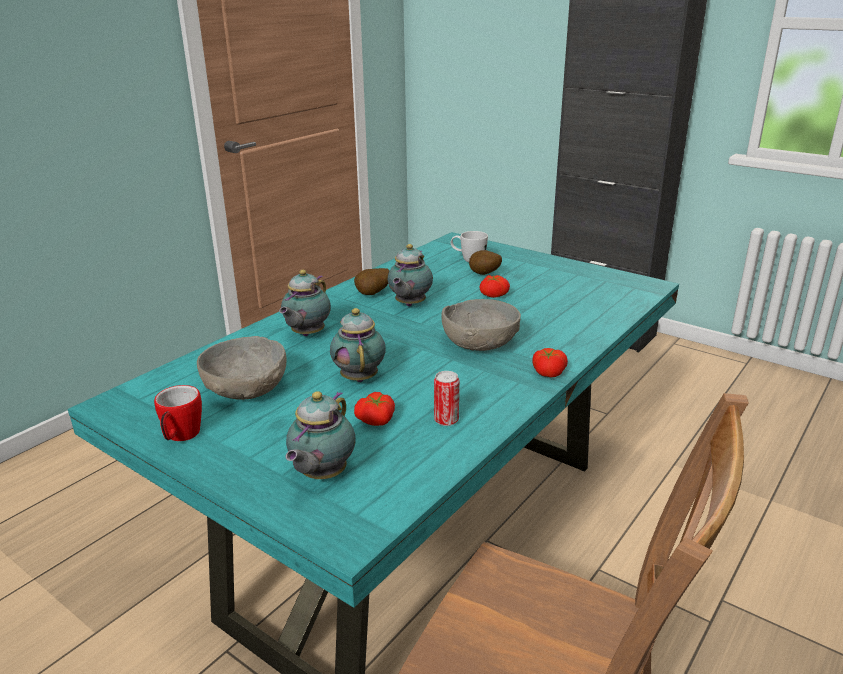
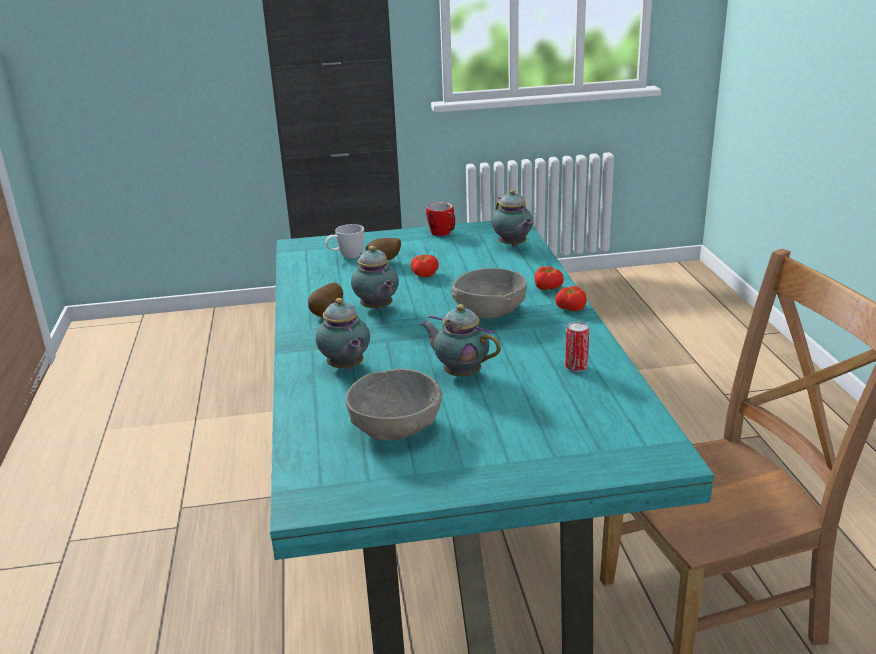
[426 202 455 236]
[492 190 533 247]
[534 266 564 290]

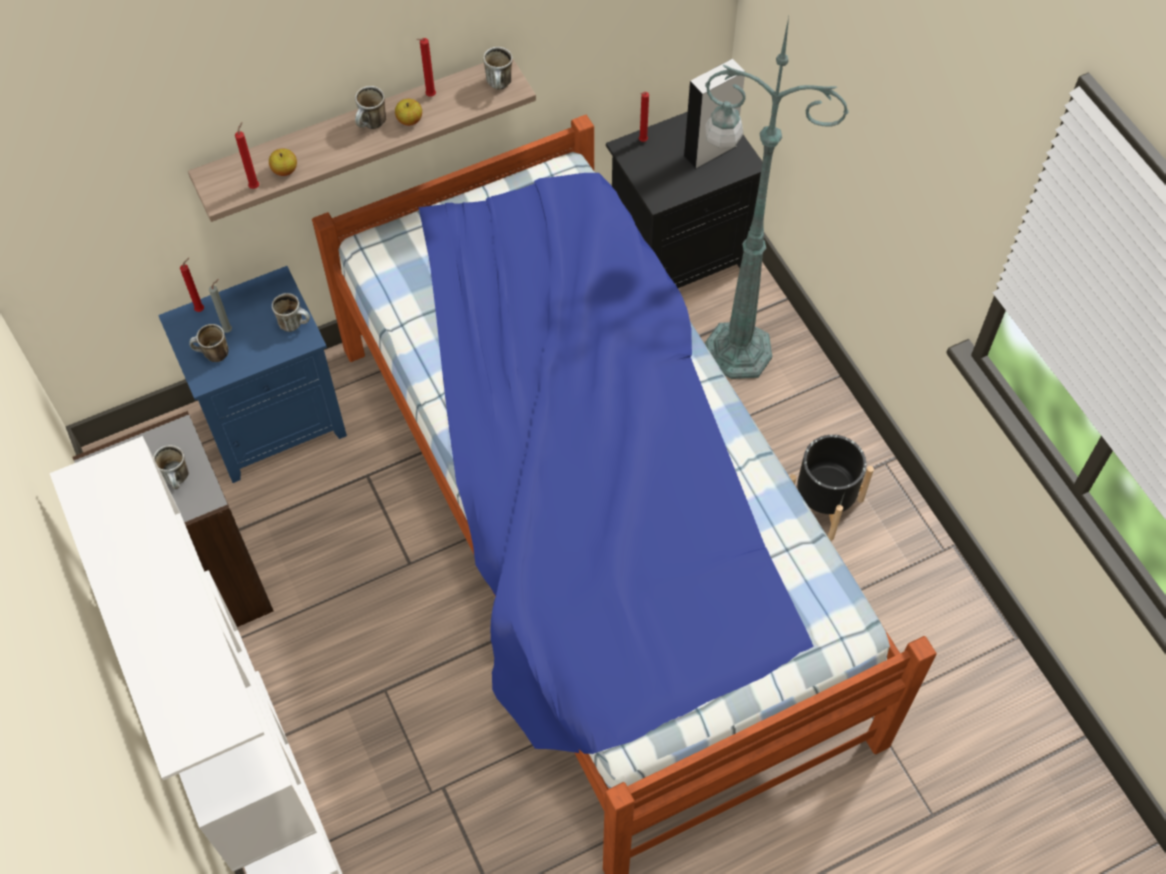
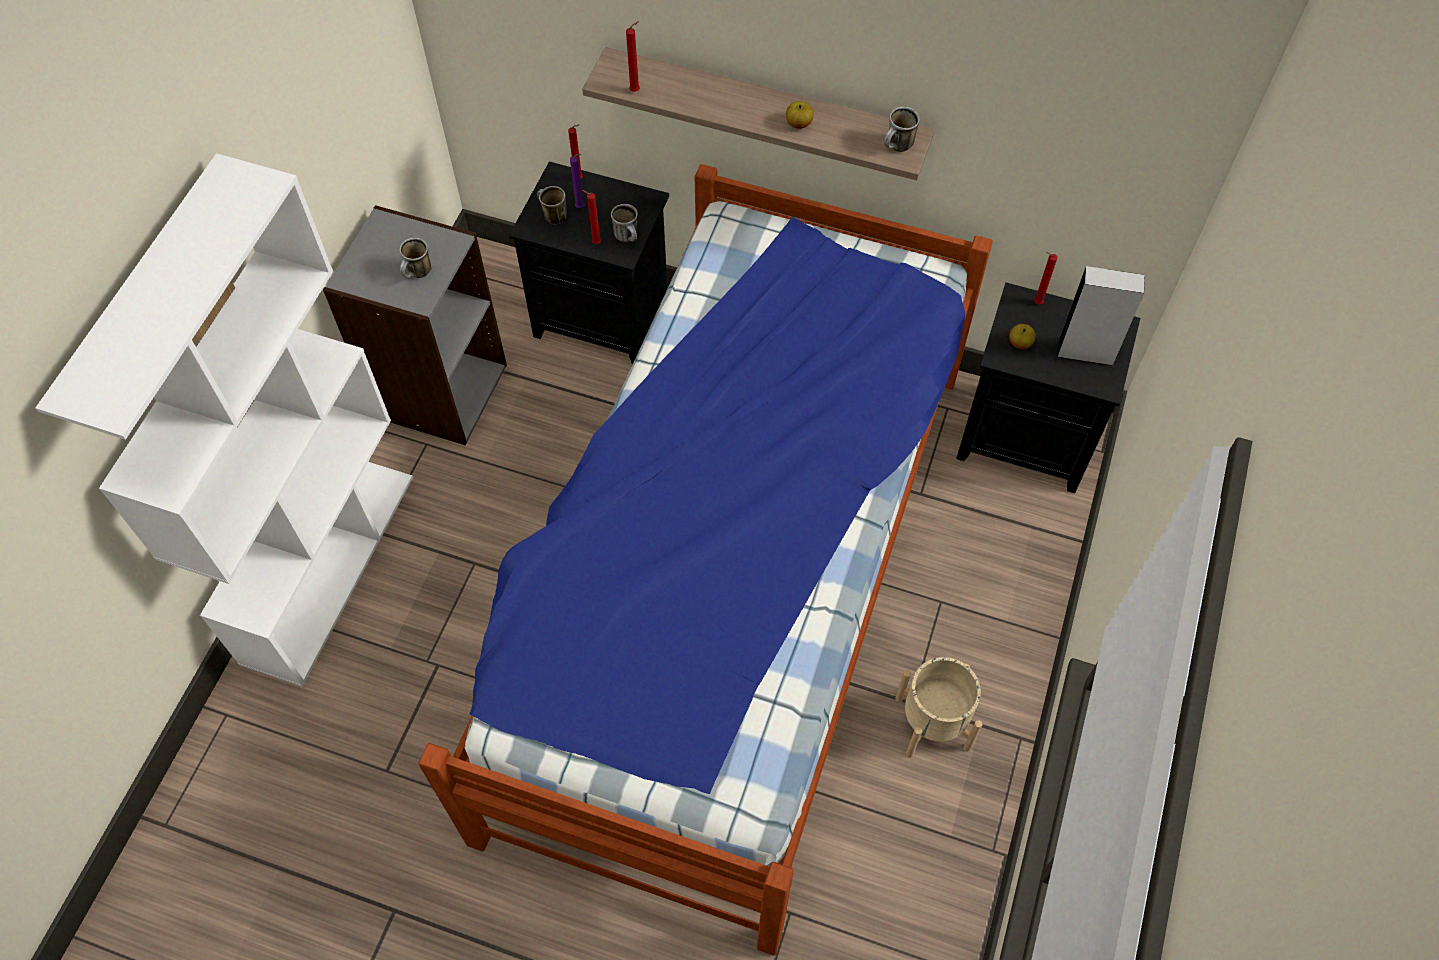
[509 161 669 365]
[570 154 584 208]
[582 190 601 244]
[895 657 982 758]
[1009 324 1036 349]
[355 86 386 129] (first image)
[705 17 849 379] (first image)

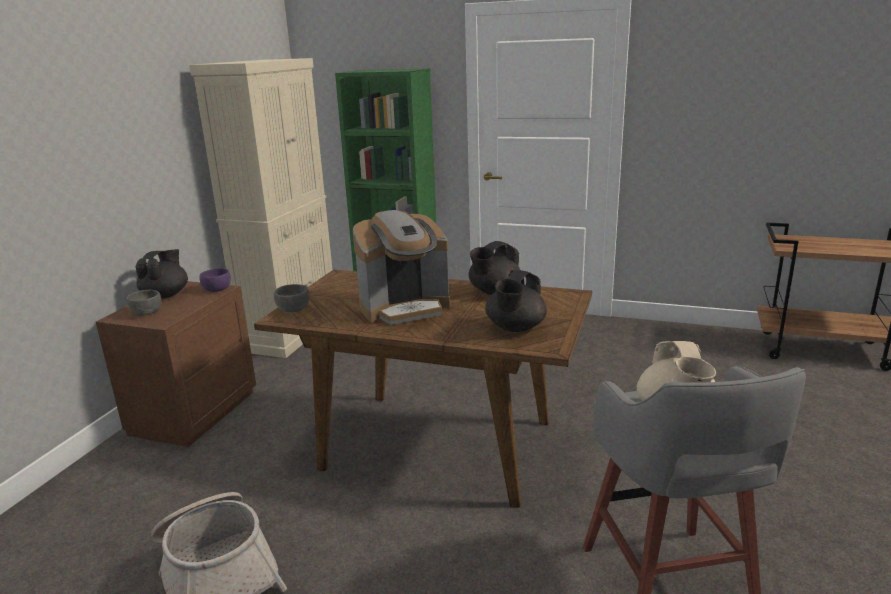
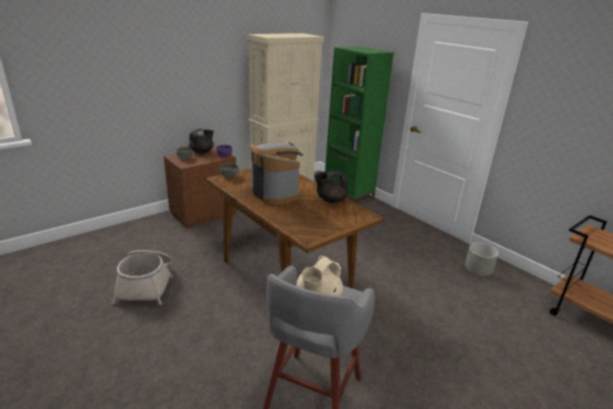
[251 142 303 205]
[465 243 498 276]
[485 270 547 332] (first image)

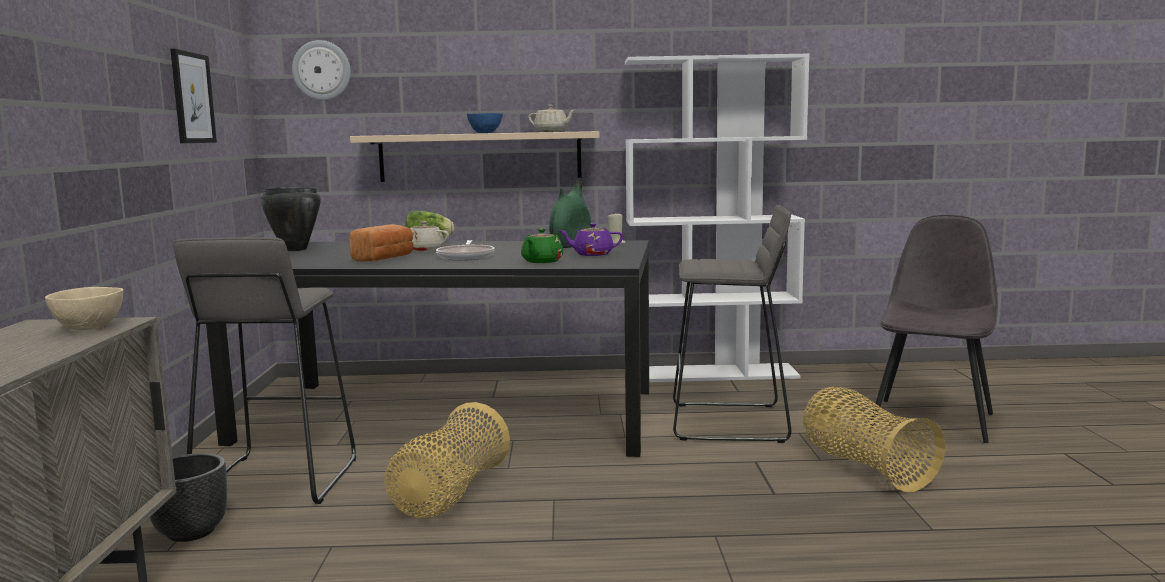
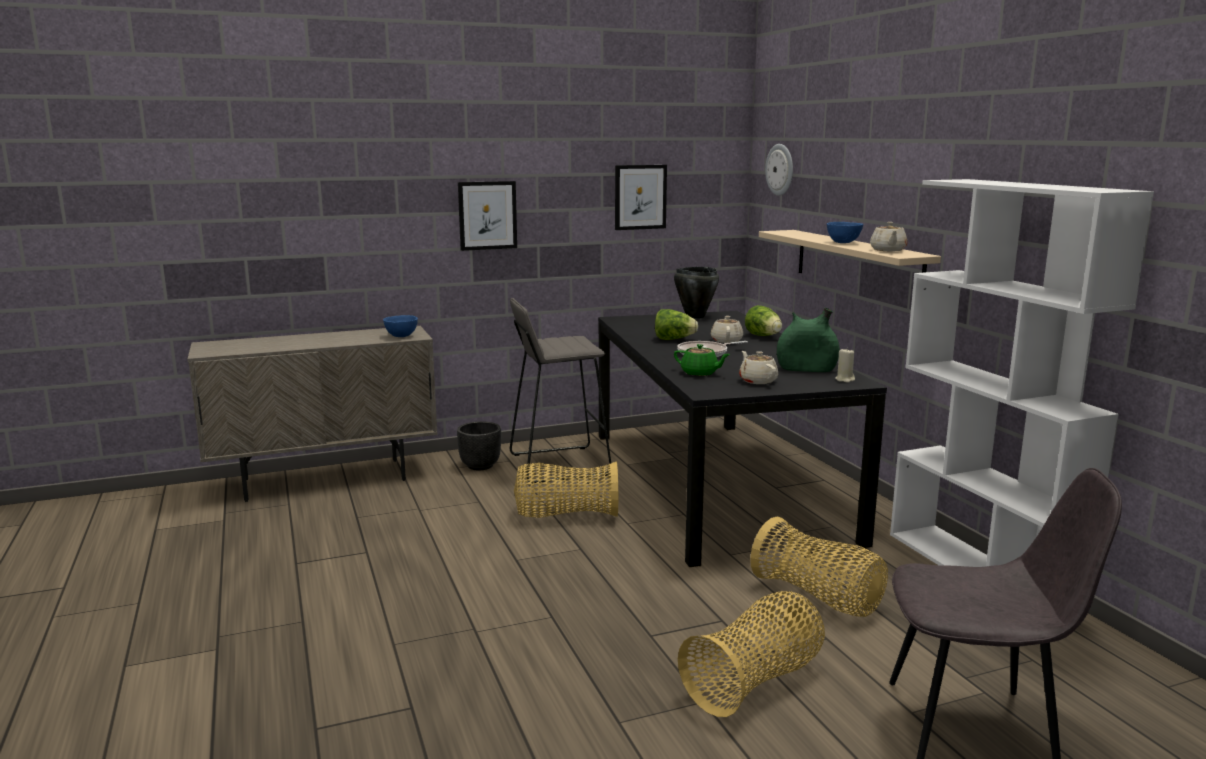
[383 315 418 337]
[458 181 517 251]
[655 309 698 340]
[674 344 730 376]
[739 351 778 384]
[750 516 888 617]

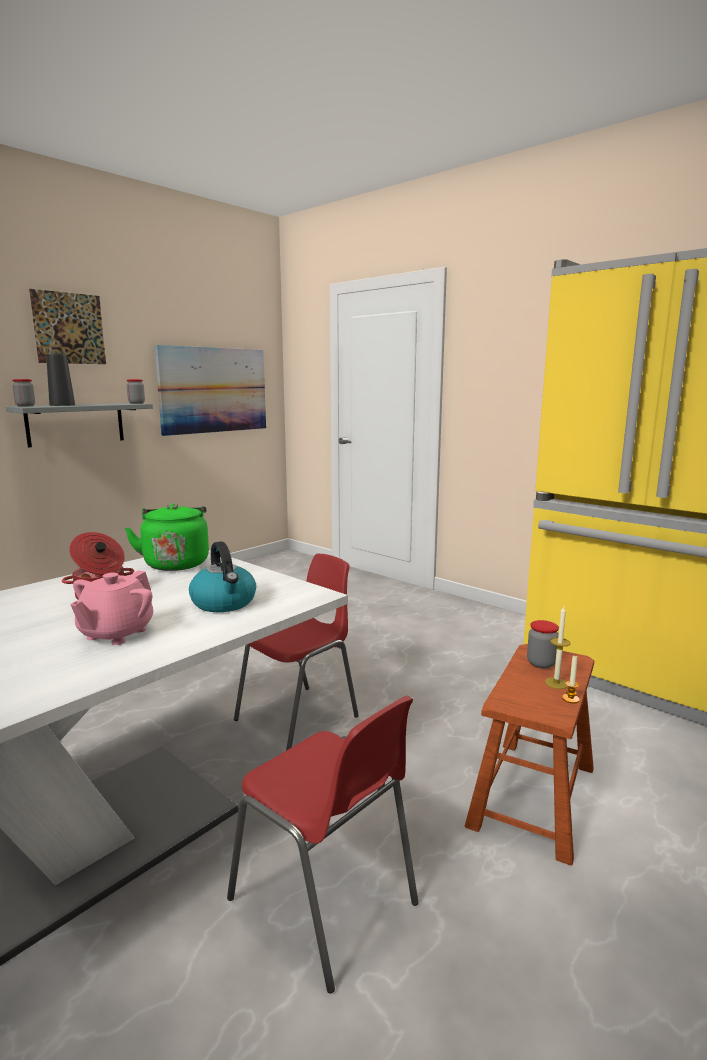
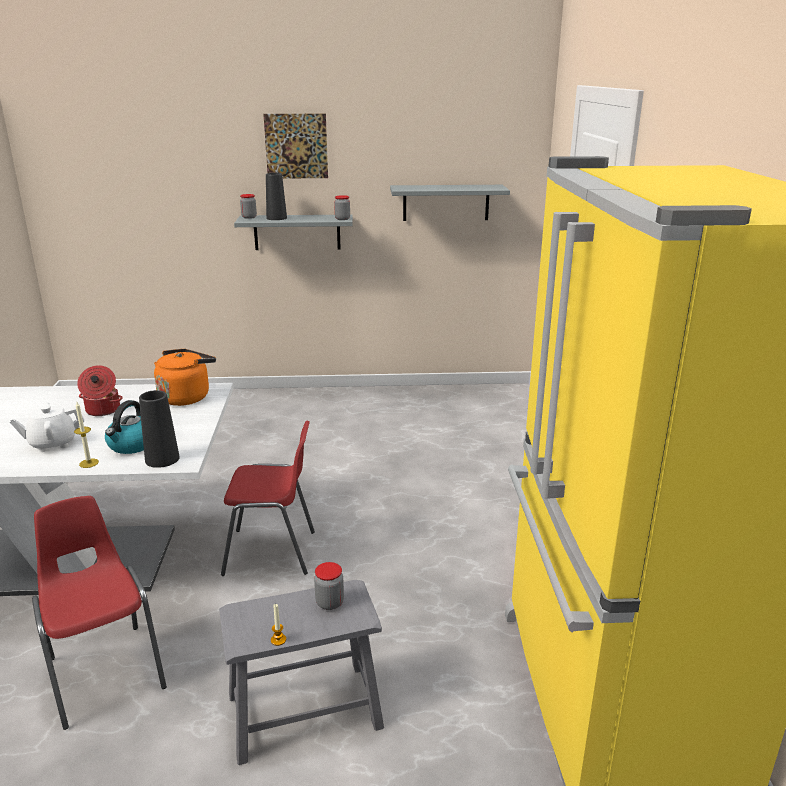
[9 402 84 452]
[32 496 167 730]
[74 402 99 468]
[139 390 180 468]
[154 349 216 406]
[219 580 384 765]
[390 185 510 221]

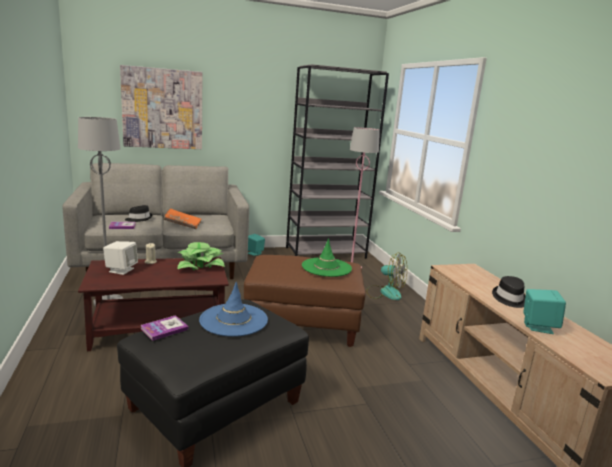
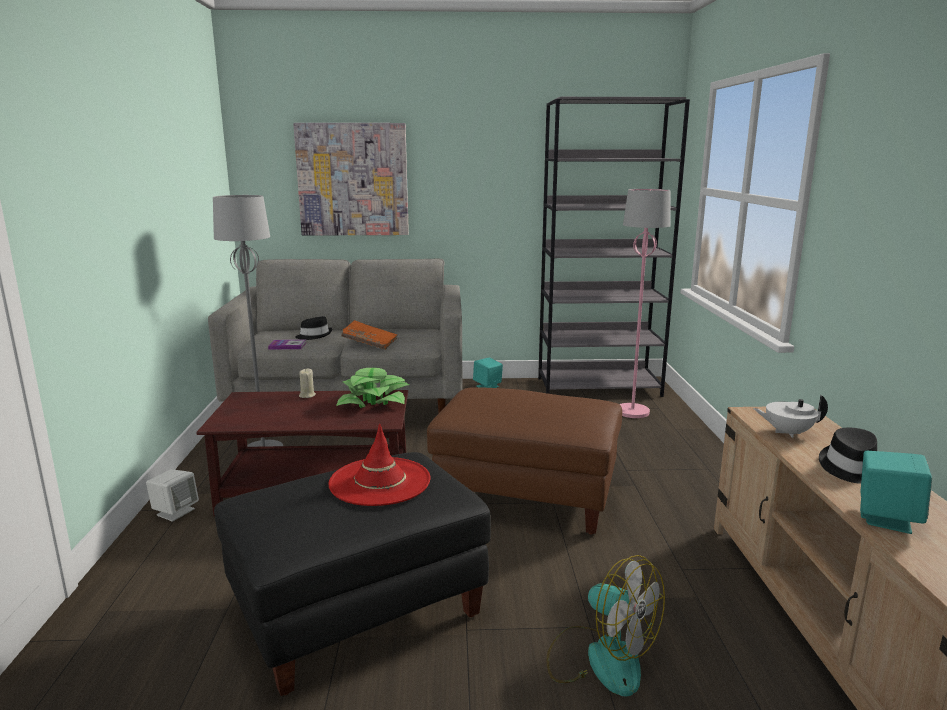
[146 469 199 521]
[328 424 430 506]
[547 555 665 696]
[753 395 828 438]
[140 315 189 341] (first image)
[302 238 352 277] (first image)

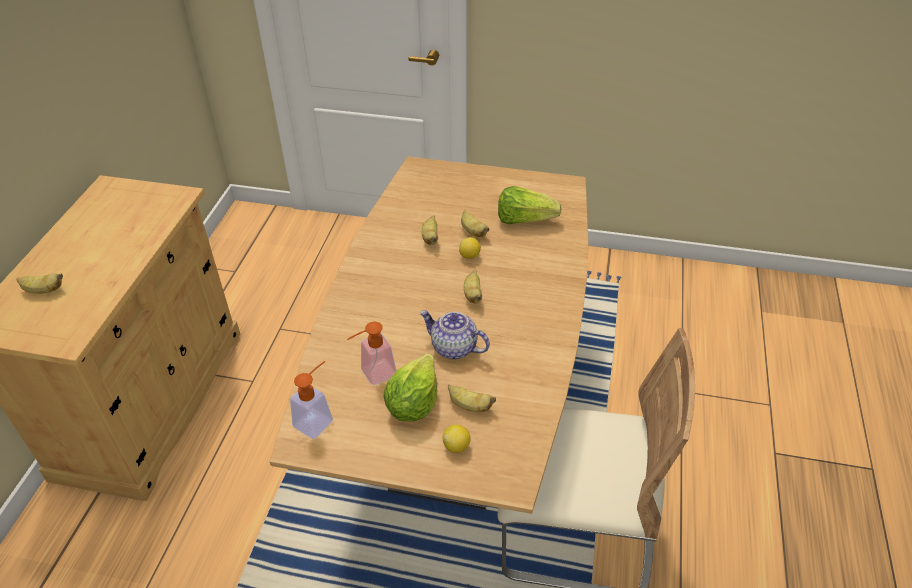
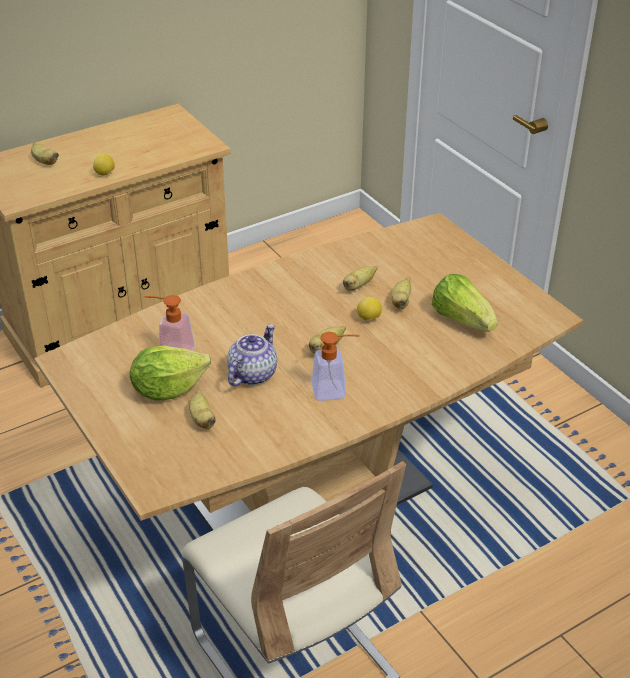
[93 154 115 176]
[227 324 277 386]
[311 332 360 401]

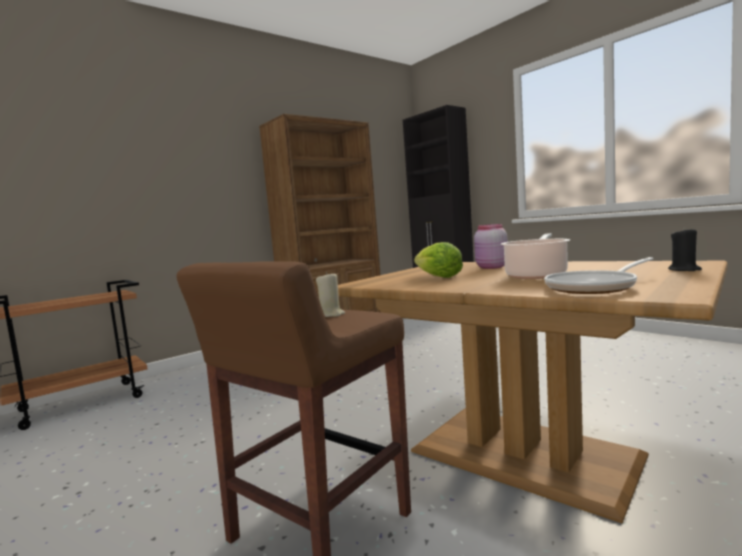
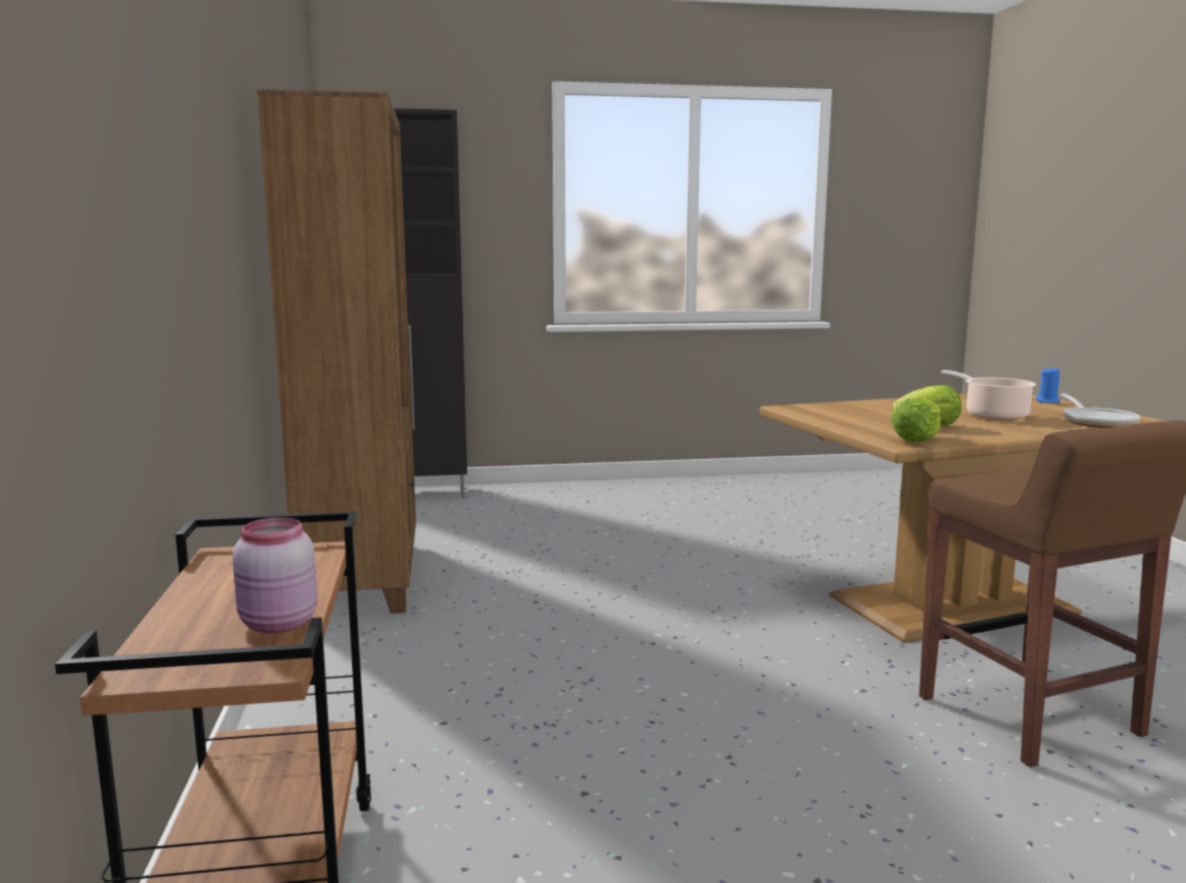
[233 517 318 634]
[891 397 941 443]
[1036 366 1060 403]
[316 271 345 317] (first image)

